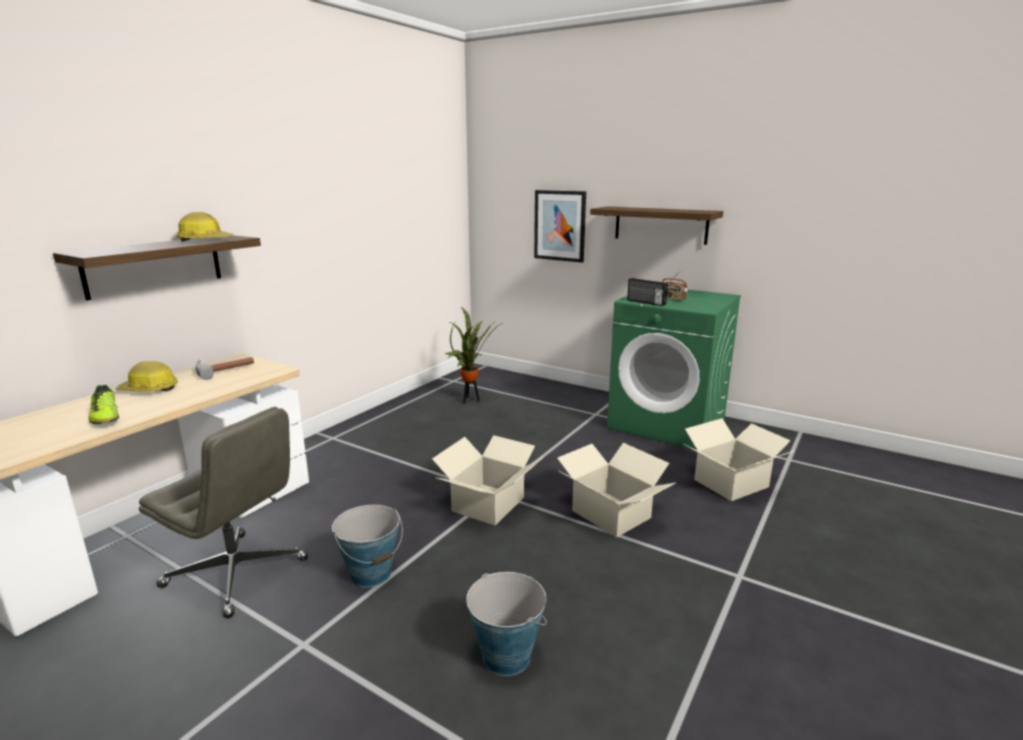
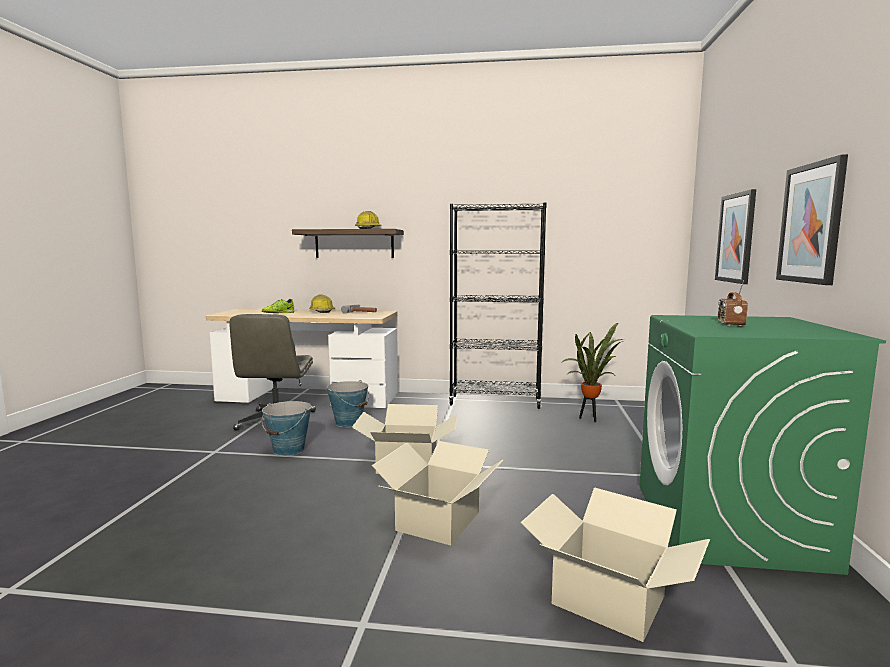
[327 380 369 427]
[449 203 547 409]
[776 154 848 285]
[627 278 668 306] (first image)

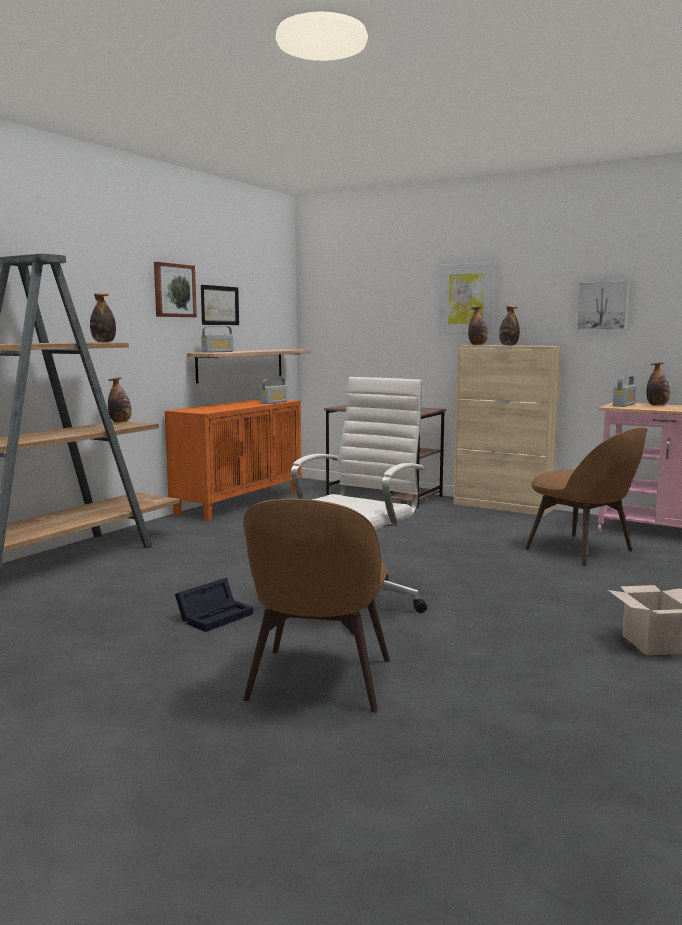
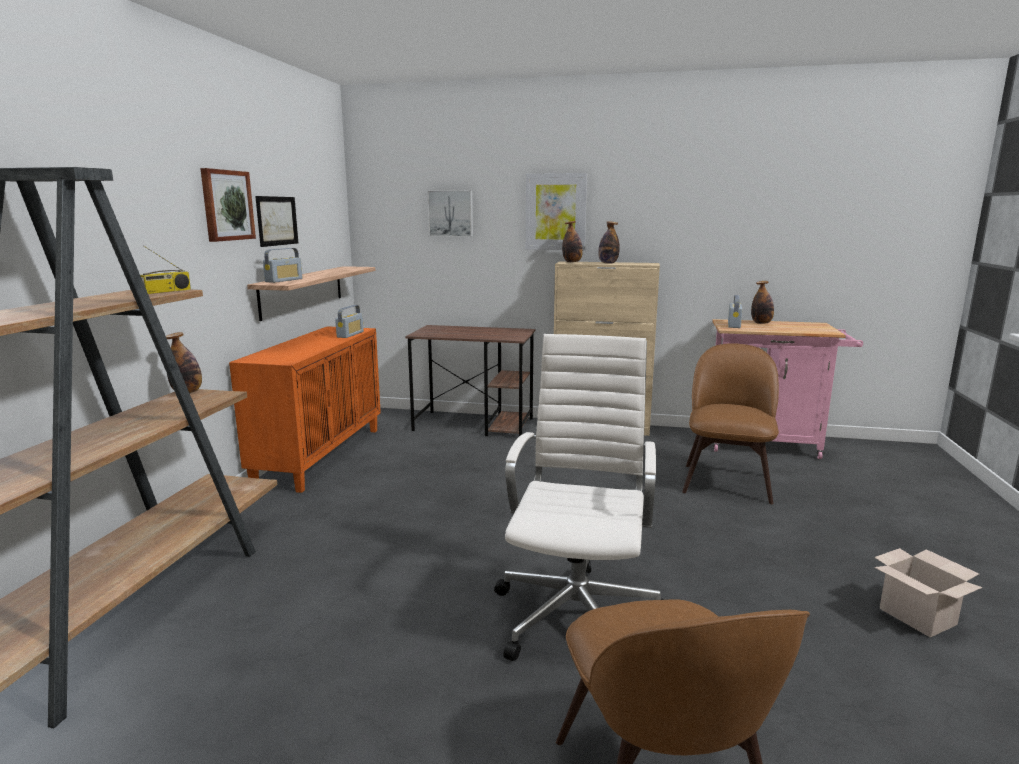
[140 245 191 294]
[427 190 473 237]
[682 343 779 504]
[175 578 254 632] (first image)

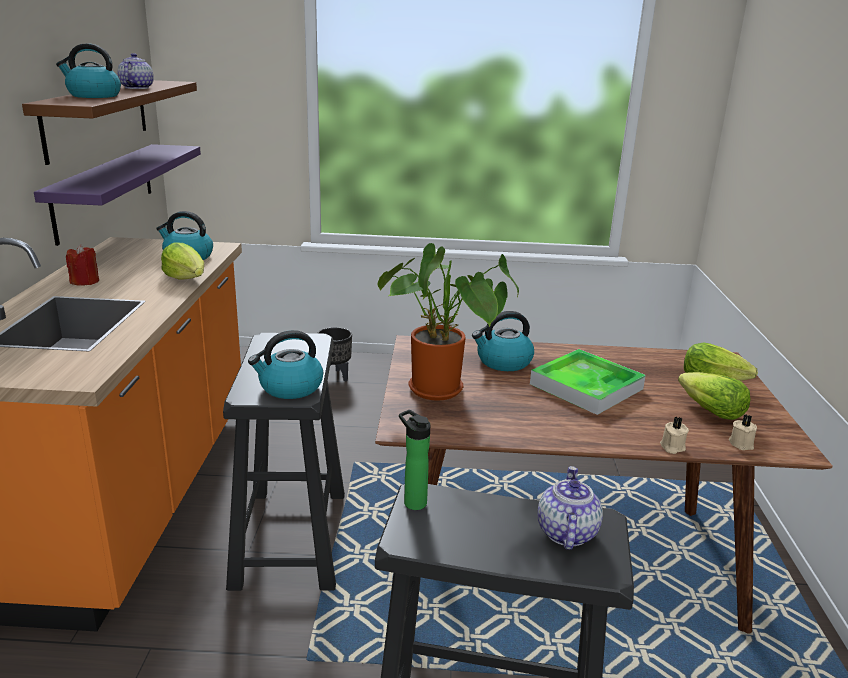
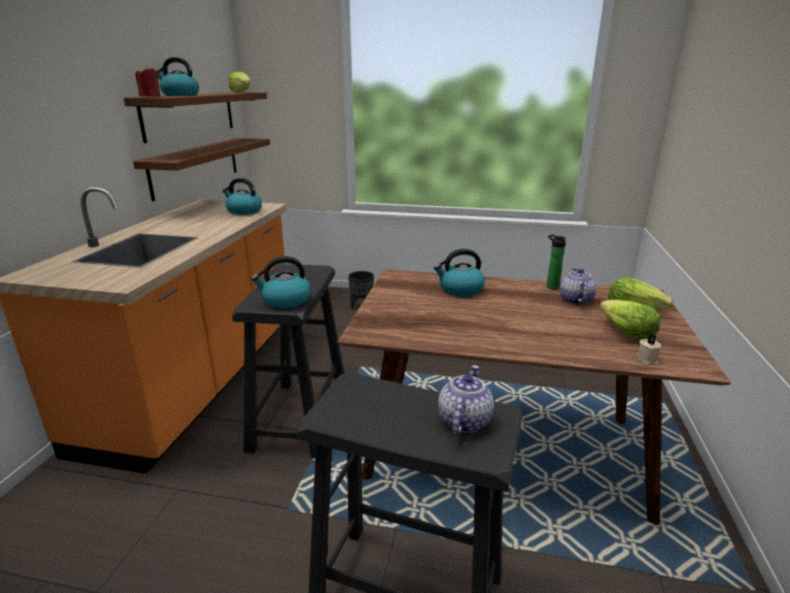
[133 138 270 201]
[135 66 160 96]
[229 71 251 92]
[547 234 566 289]
[560 268 597 305]
[377 243 519 401] (first image)
[530 349 646 415] (first image)
[660 416 689 454] (first image)

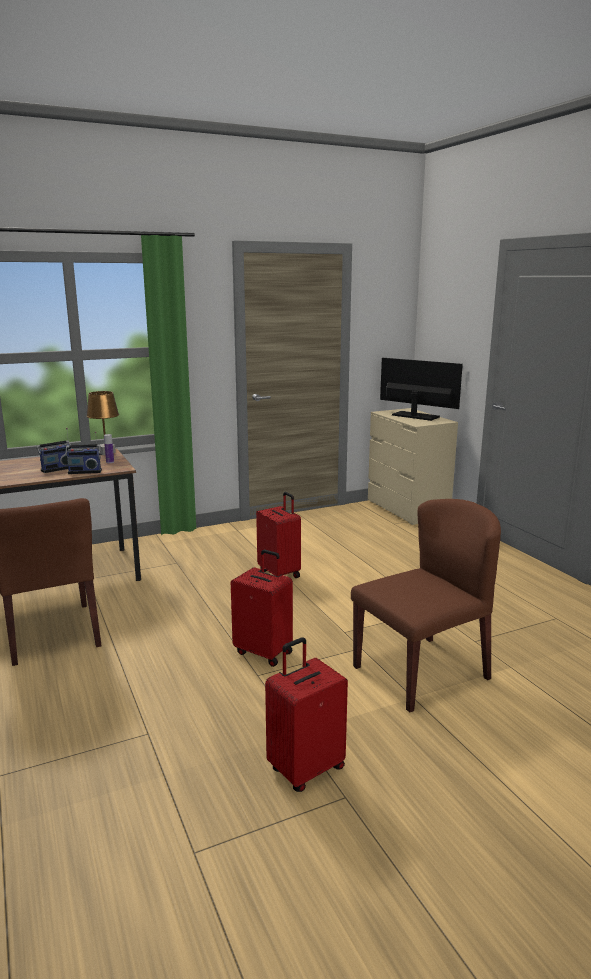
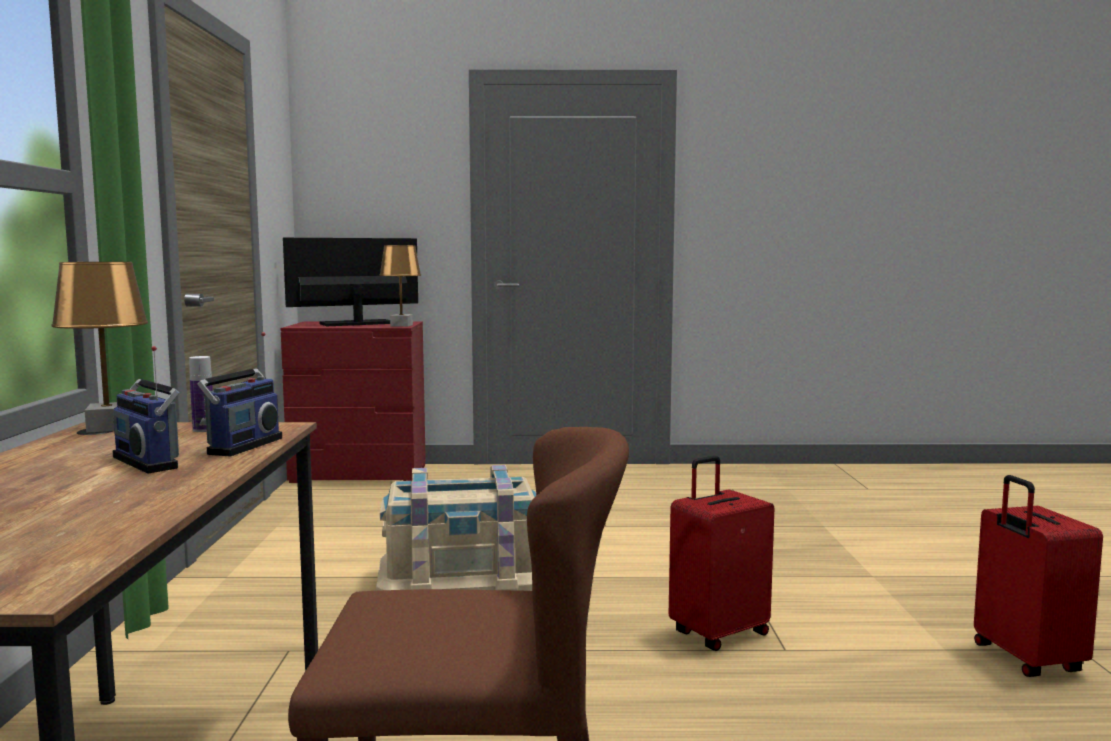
[113 346 179 474]
[281 322 426 483]
[376 465 536 591]
[380 245 421 327]
[351 499 501 713] (first image)

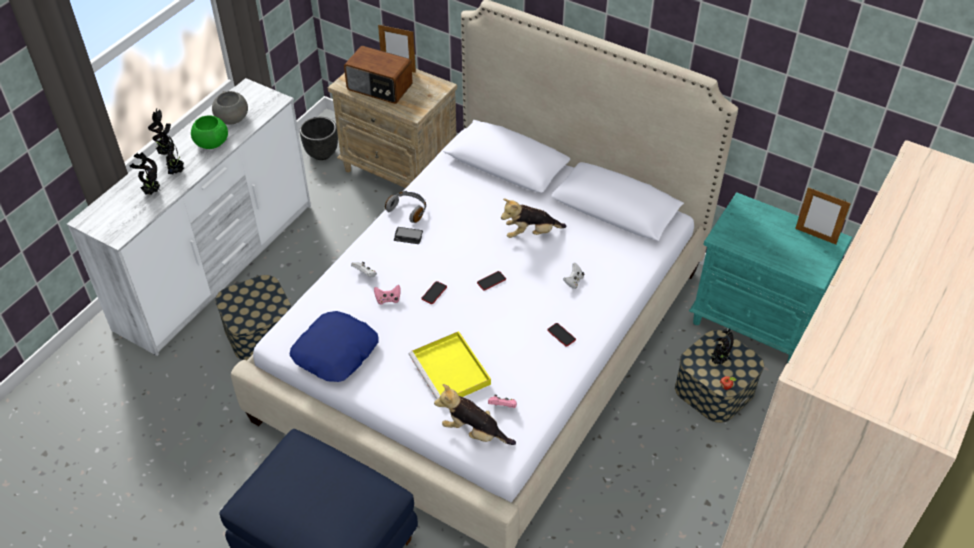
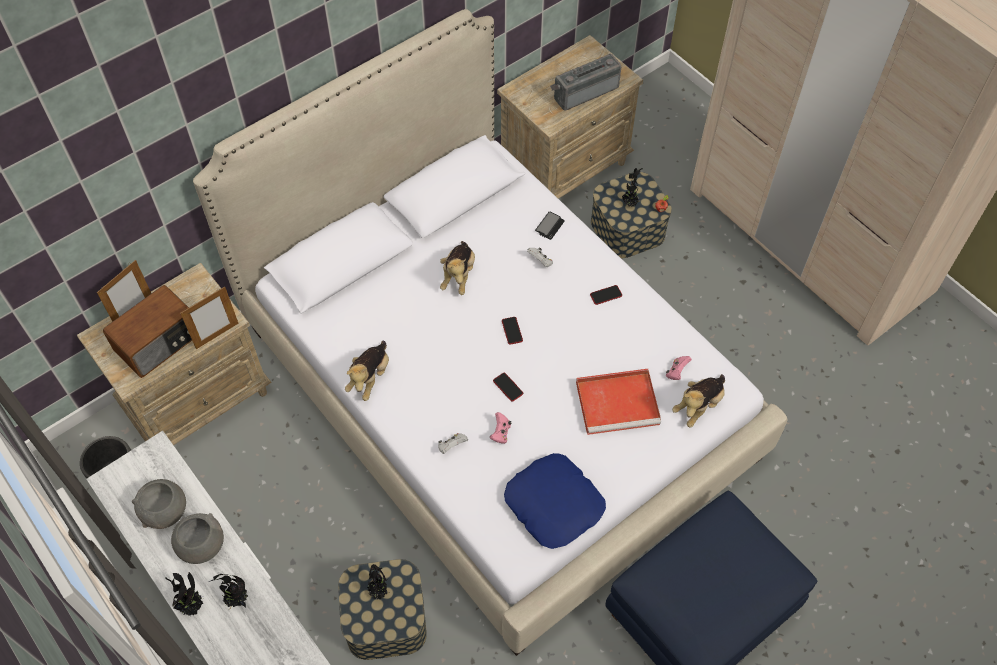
[171 513 224 564]
[180 287 239 349]
[345 341 389 401]
[367 564 390 600]
[497 35 643 199]
[535 212 565 240]
[550 53 621 111]
[576 369 661 435]

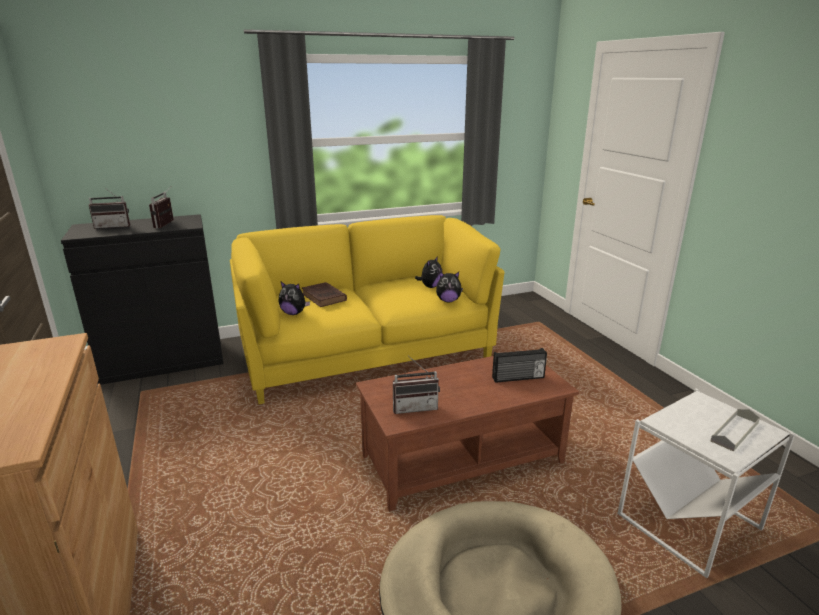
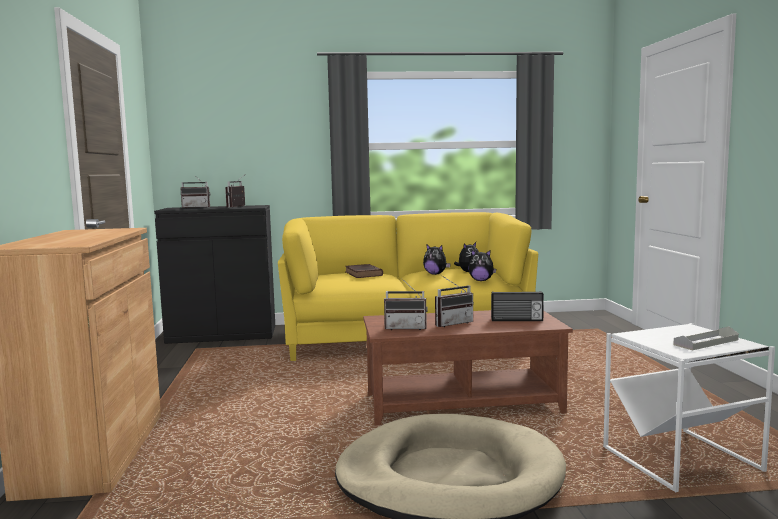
[423 244 451 275]
[435 277 474 327]

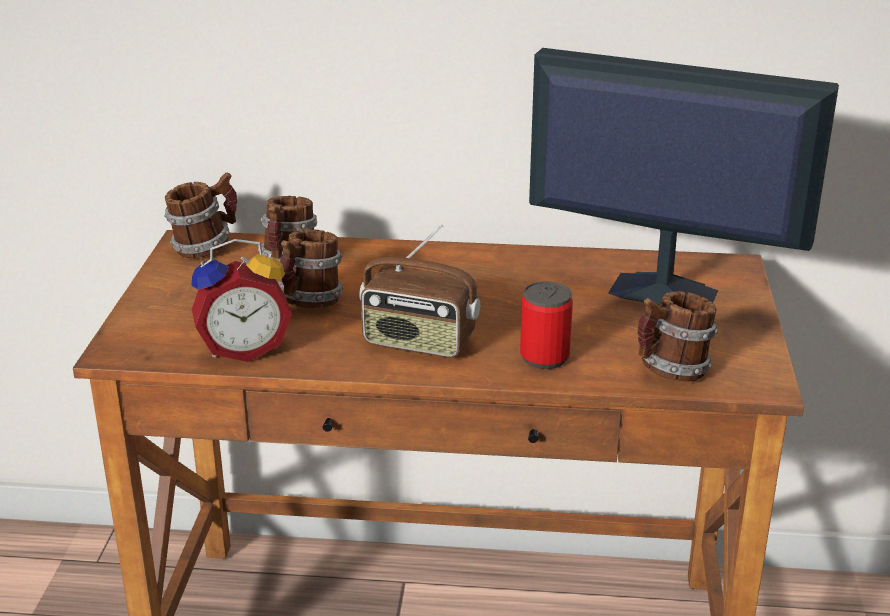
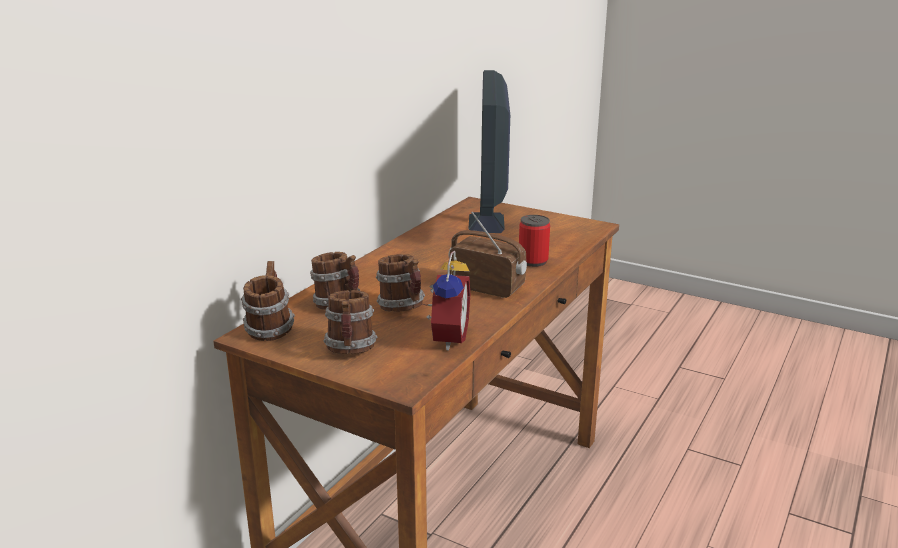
[324 290 377 354]
[448 211 527 298]
[468 70 510 233]

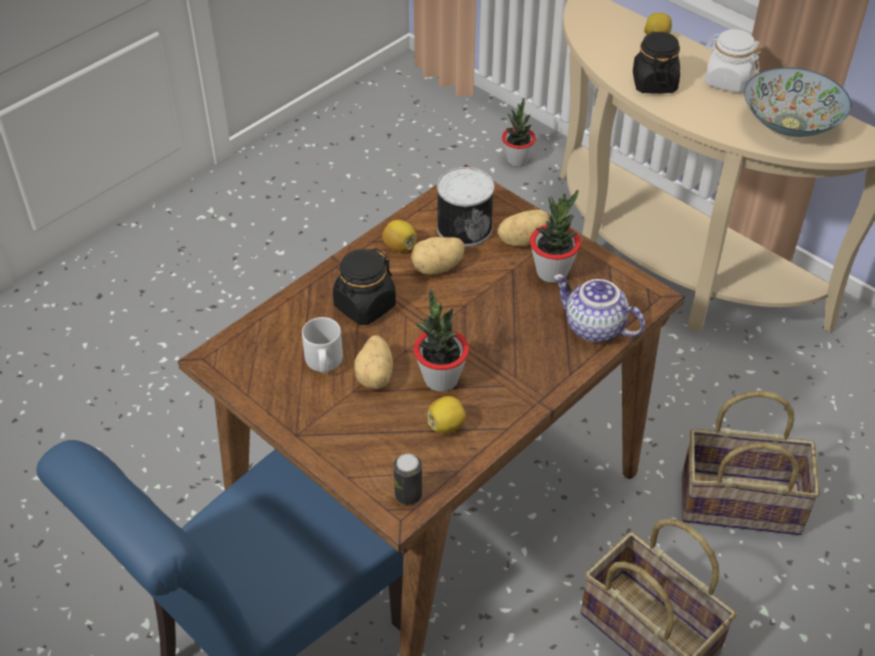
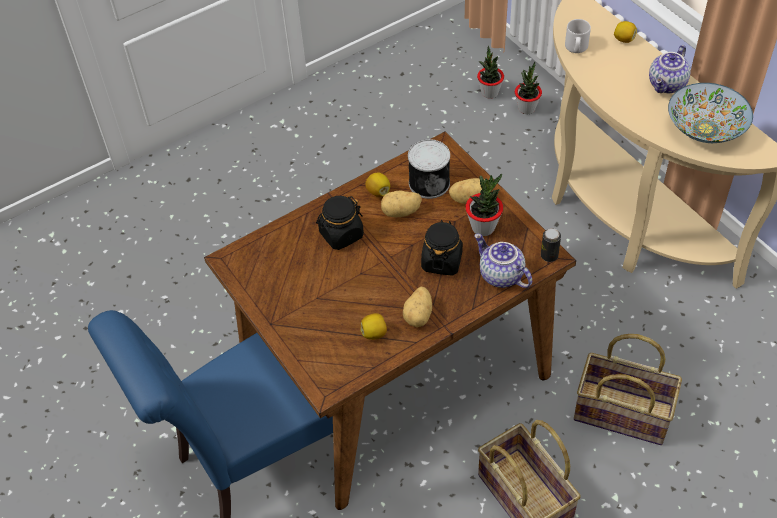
[403 287 432 327]
[421 220 463 275]
[477 46 504 99]
[541 228 561 262]
[565 19 591 53]
[649 45 691 93]

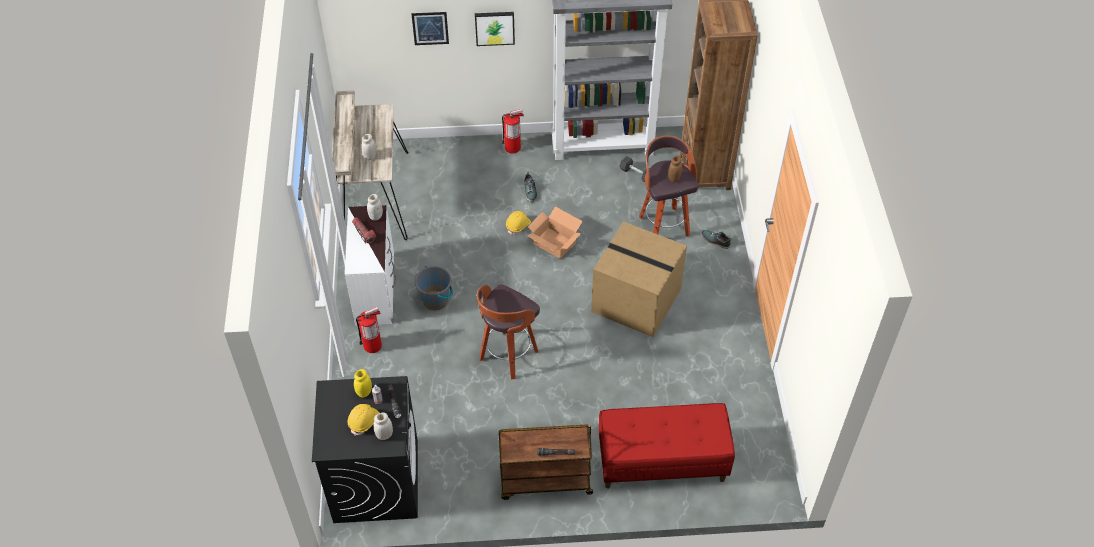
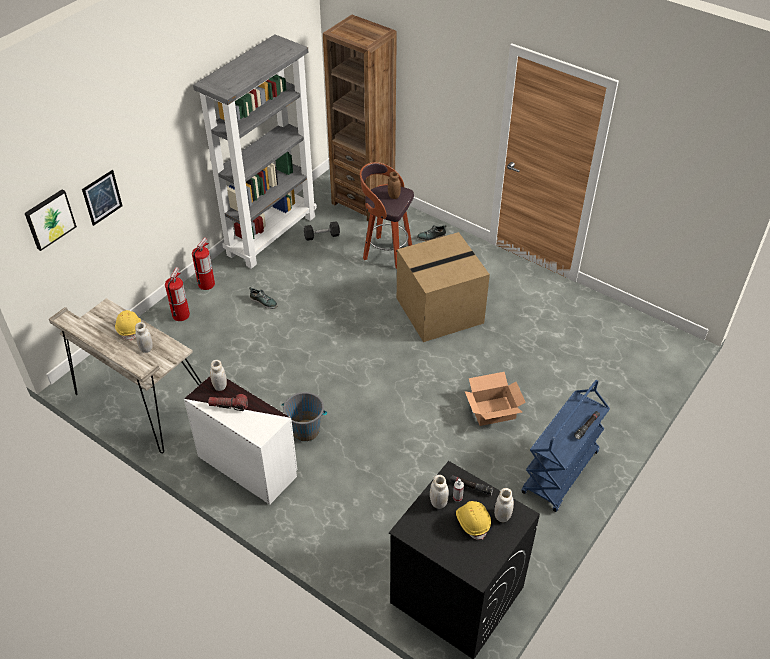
[25 190 77 251]
[115 310 141 341]
[165 267 190 321]
[430 475 449 509]
[465 372 526 426]
[521 380 610 512]
[477 284 540 380] (first image)
[599 403 735 489] (first image)

